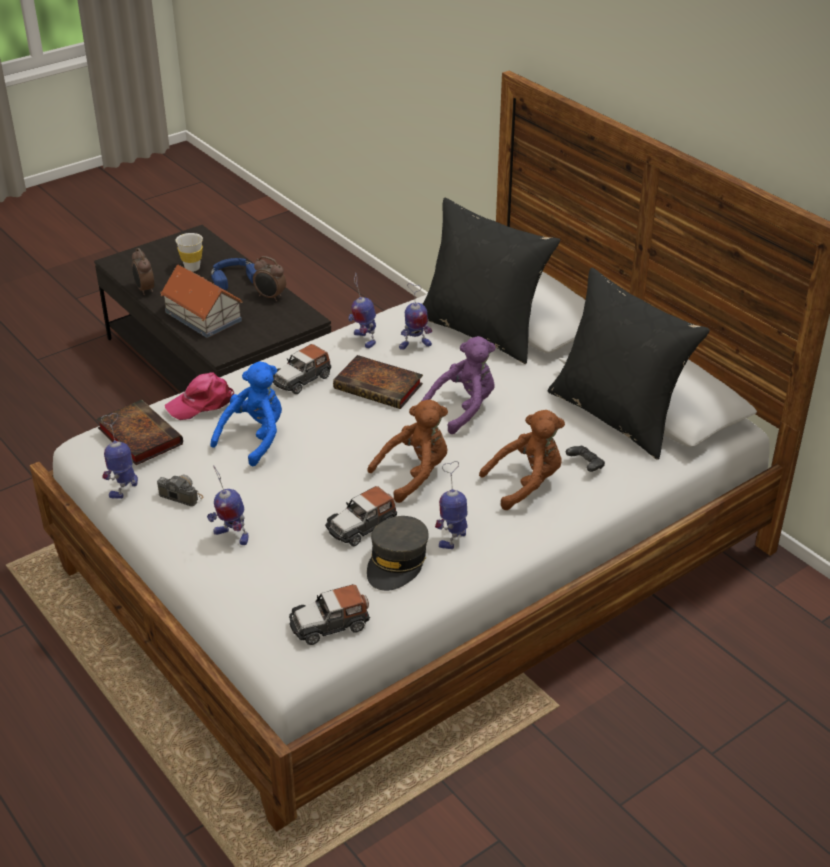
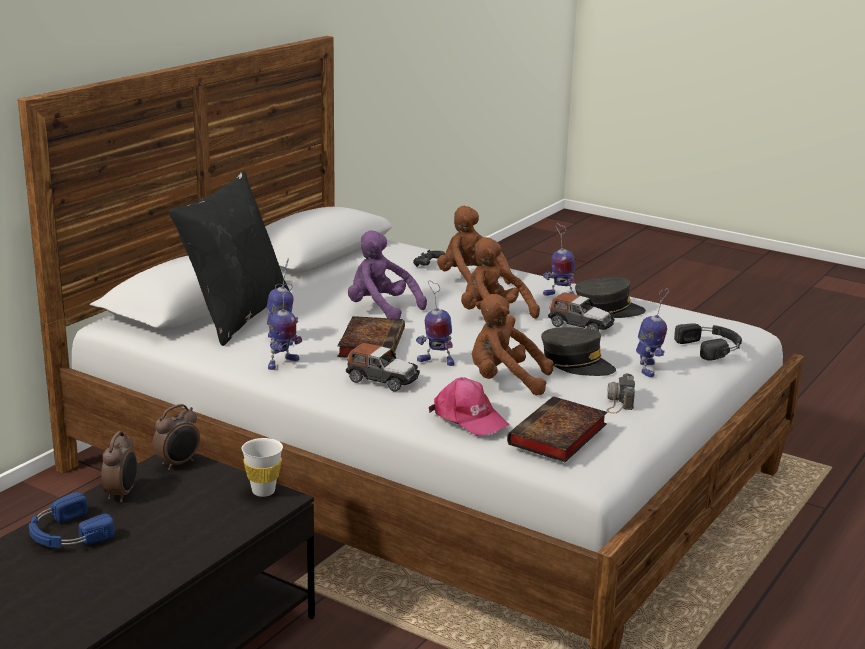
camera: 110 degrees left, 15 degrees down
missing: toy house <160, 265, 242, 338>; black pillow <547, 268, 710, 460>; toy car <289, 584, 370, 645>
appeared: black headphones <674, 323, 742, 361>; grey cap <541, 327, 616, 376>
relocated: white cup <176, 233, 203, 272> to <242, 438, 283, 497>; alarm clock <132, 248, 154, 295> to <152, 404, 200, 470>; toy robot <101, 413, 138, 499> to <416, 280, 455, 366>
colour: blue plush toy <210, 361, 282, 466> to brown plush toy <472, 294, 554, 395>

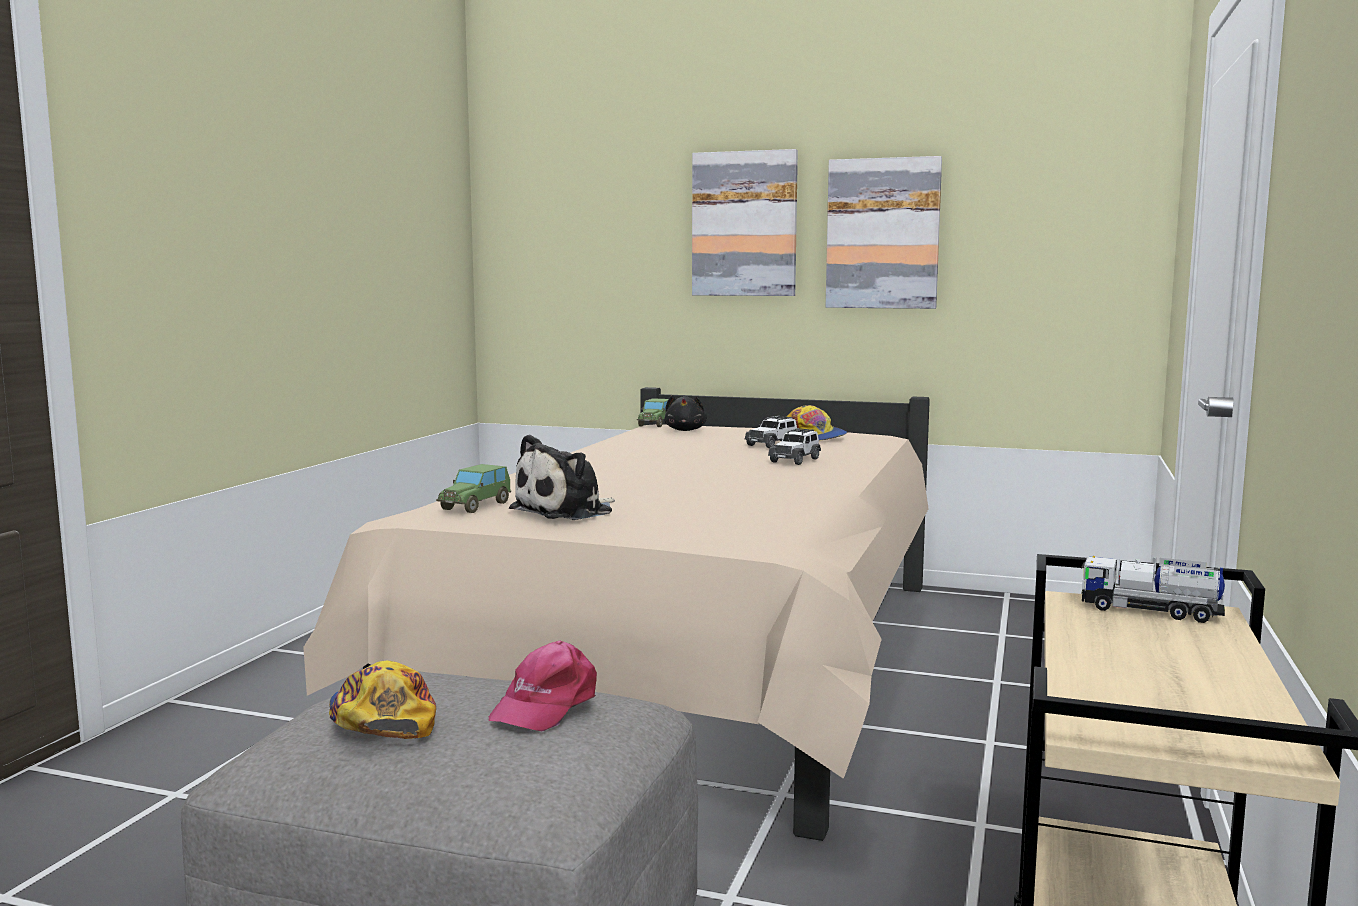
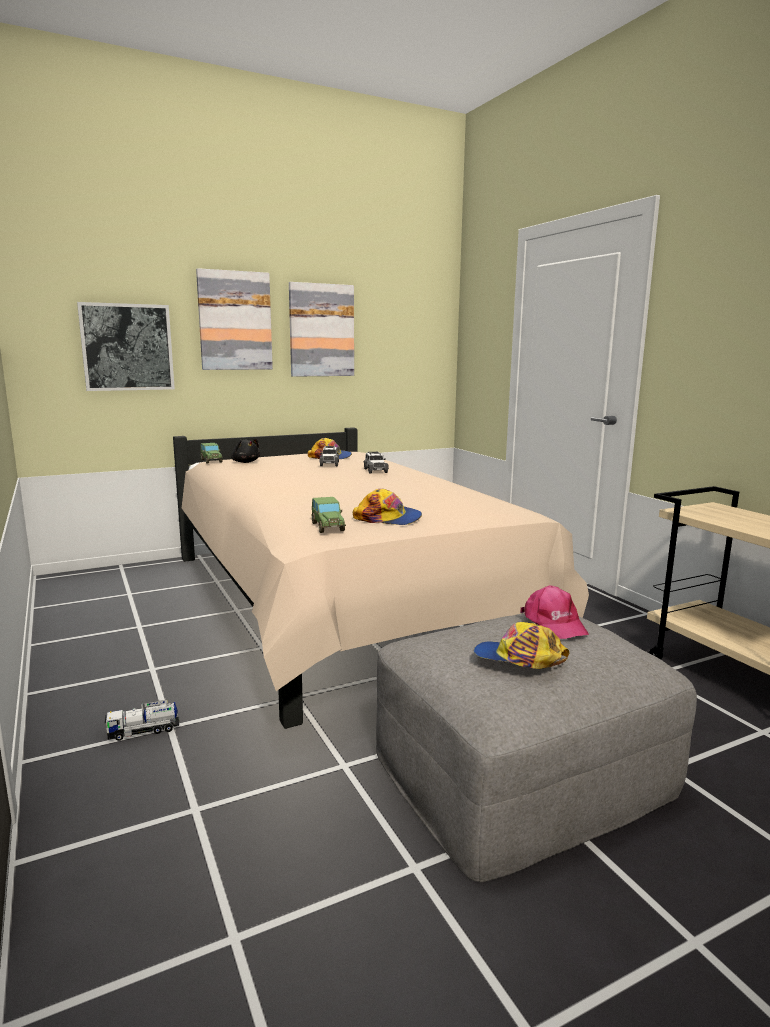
camera: 45 degrees left, 5 degrees up
appeared: picture <77, 302, 175, 391>
relocated: toy truck <1081, 556, 1225, 623> to <105, 700, 179, 741>
exchanged: plush toy <509, 434, 615, 520> to cap <353, 489, 422, 525>

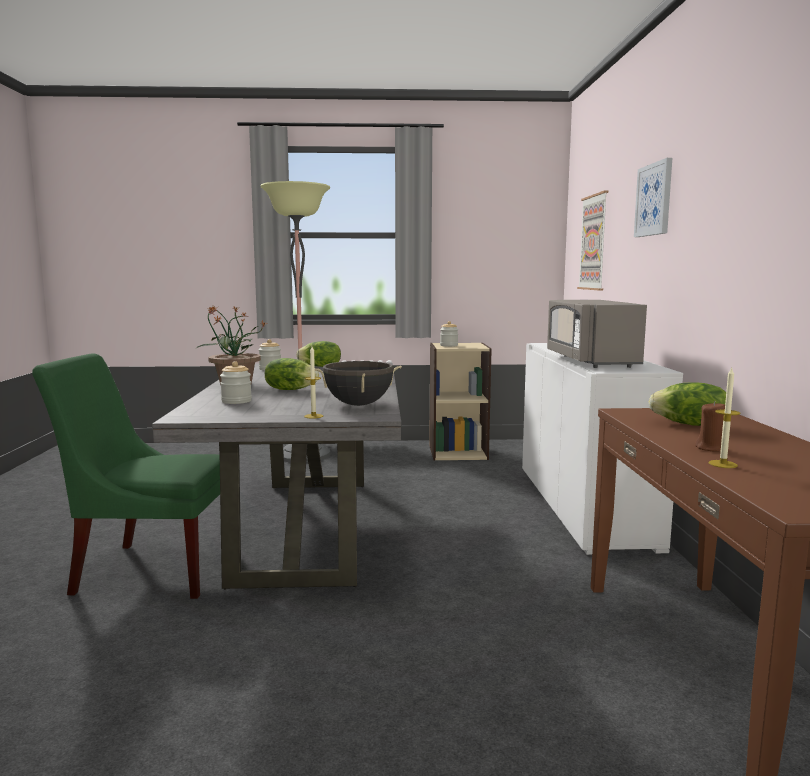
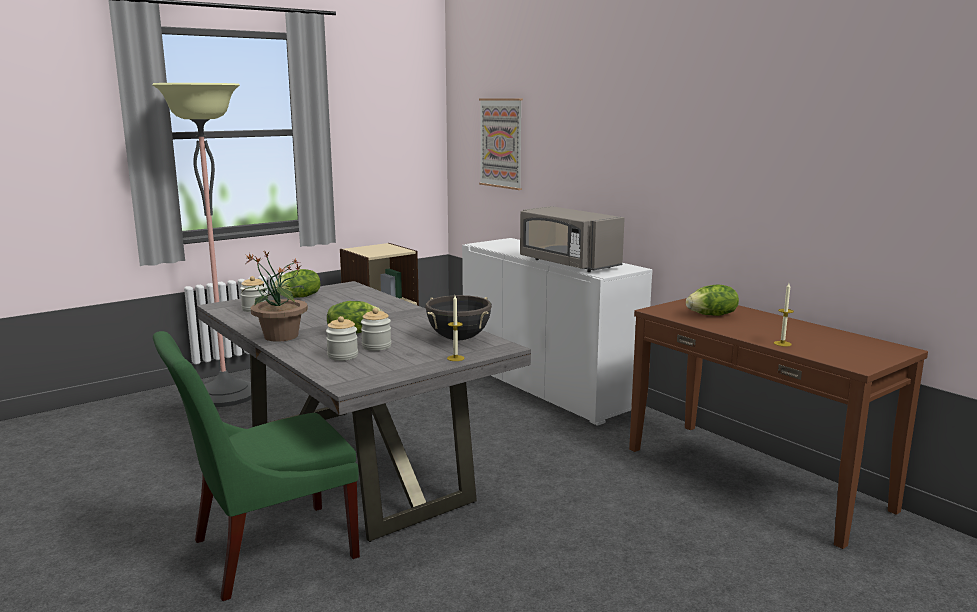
camera: 35 degrees left, 5 degrees up
missing: picture <634, 158, 672, 237>; brown candle <695, 401, 725, 451>
relocated: jar <440, 321, 458, 347> to <361, 308, 391, 351>

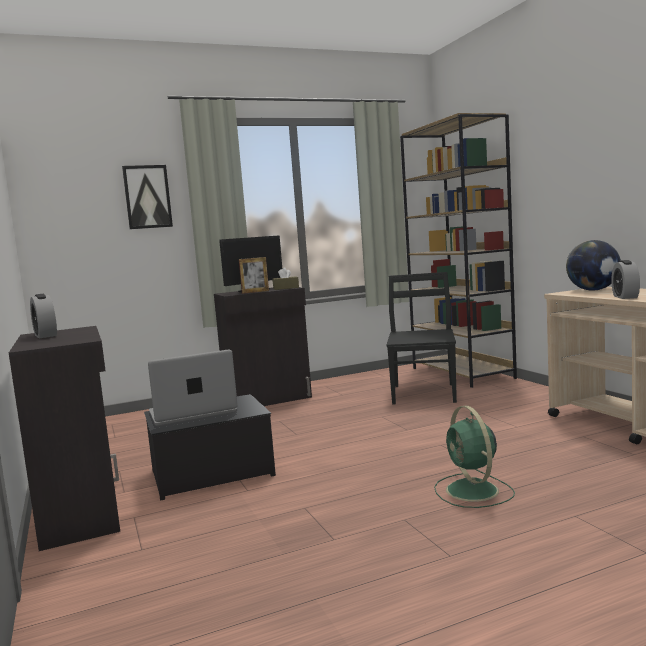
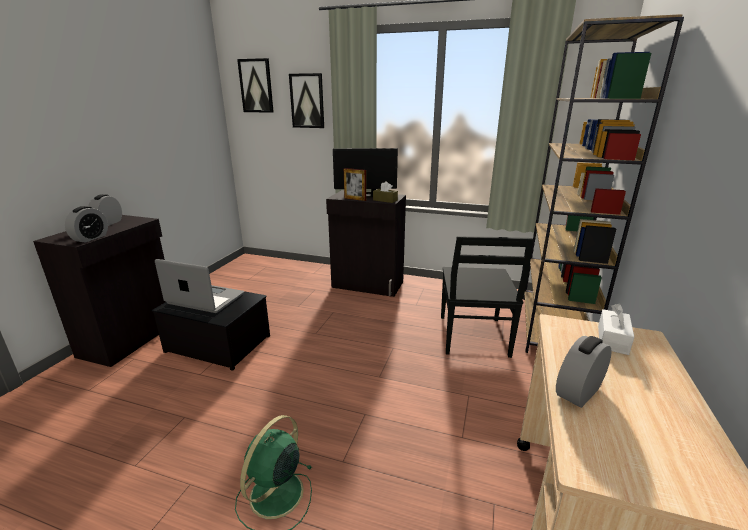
camera: 40 degrees right, 15 degrees up
appeared: picture <237, 58, 274, 113>; alarm clock <65, 206, 108, 243>
exchanged: globe <566, 240, 621, 291> to white tissue box <598, 304, 634, 355>
spun: black chair <387, 272, 457, 405> = <441, 236, 533, 358> 135 degrees clockwise

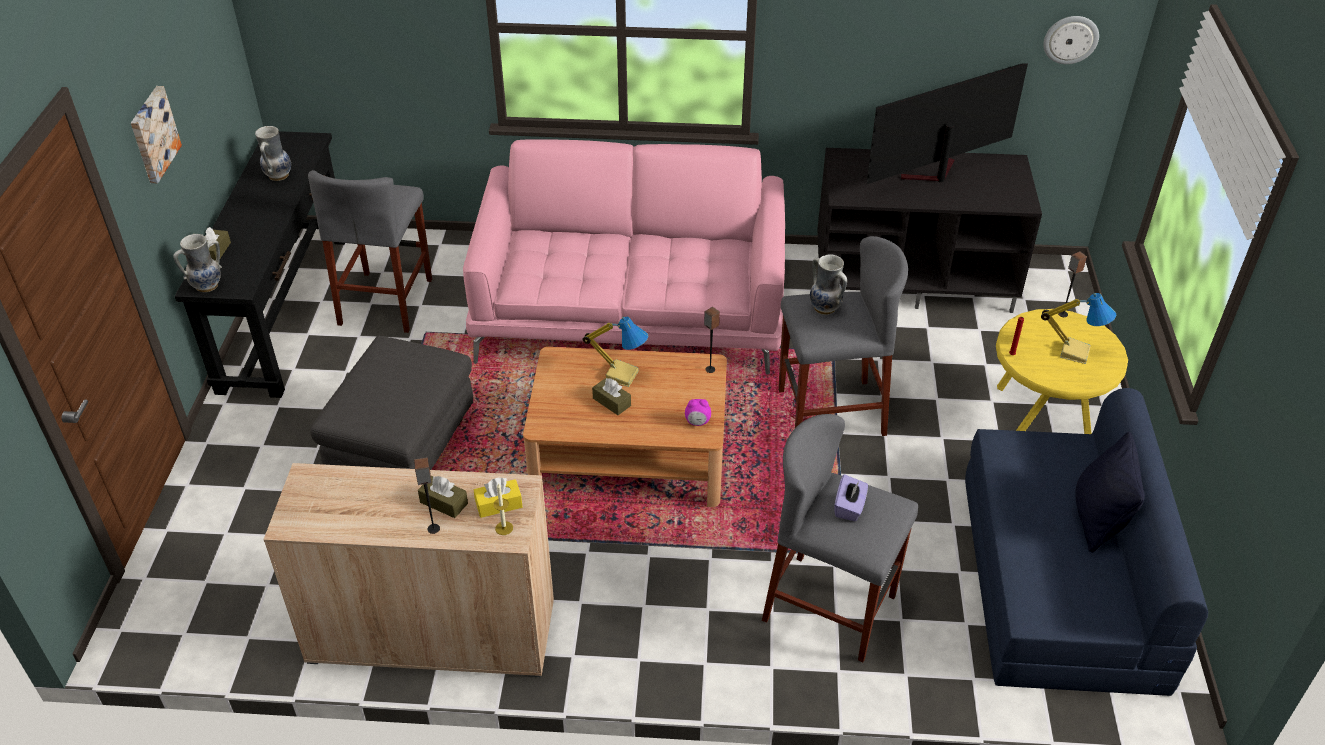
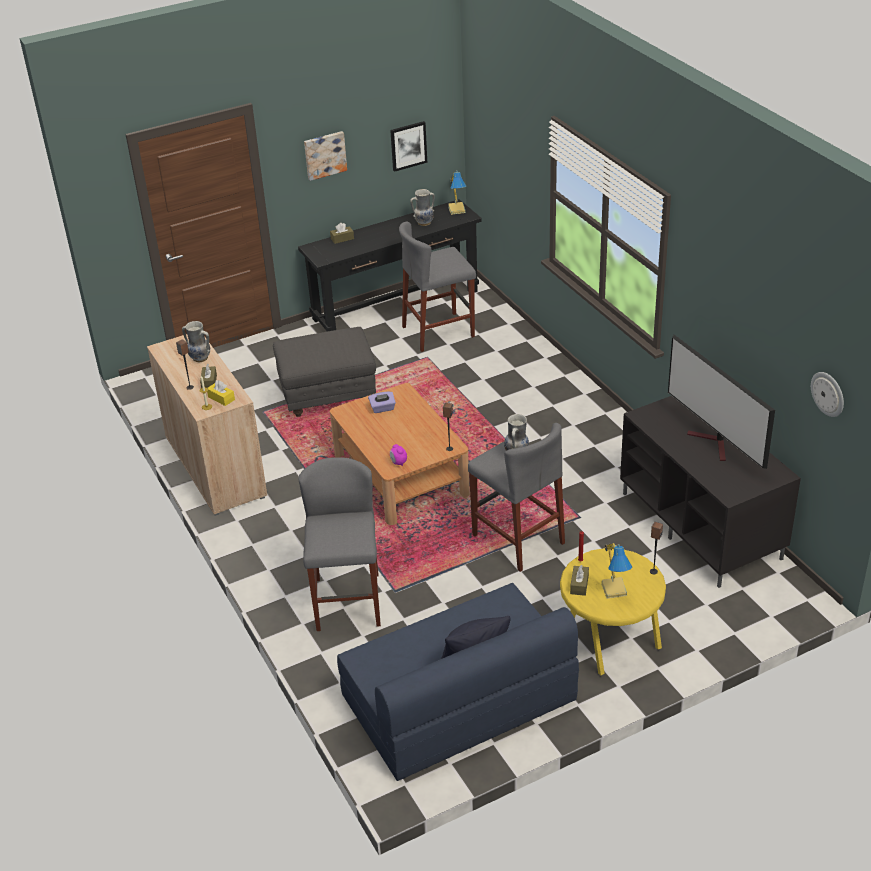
camera: 60 degrees right, 5 degrees down
missing: pink sofa <463, 139, 785, 375>
appeared: picture <390, 121, 427, 172>
relocated: vase <174, 234, 222, 292> to <182, 321, 210, 362>; table lamp <582, 316, 648, 387> to <448, 170, 467, 215>; brown tissue box <592, 378, 631, 415> to <570, 565, 589, 596>; purple tissue box <834, 474, 868, 521> to <368, 392, 396, 413>
spun: television <867, 63, 1028, 184> = <668, 335, 775, 469> 150 degrees counterclockwise

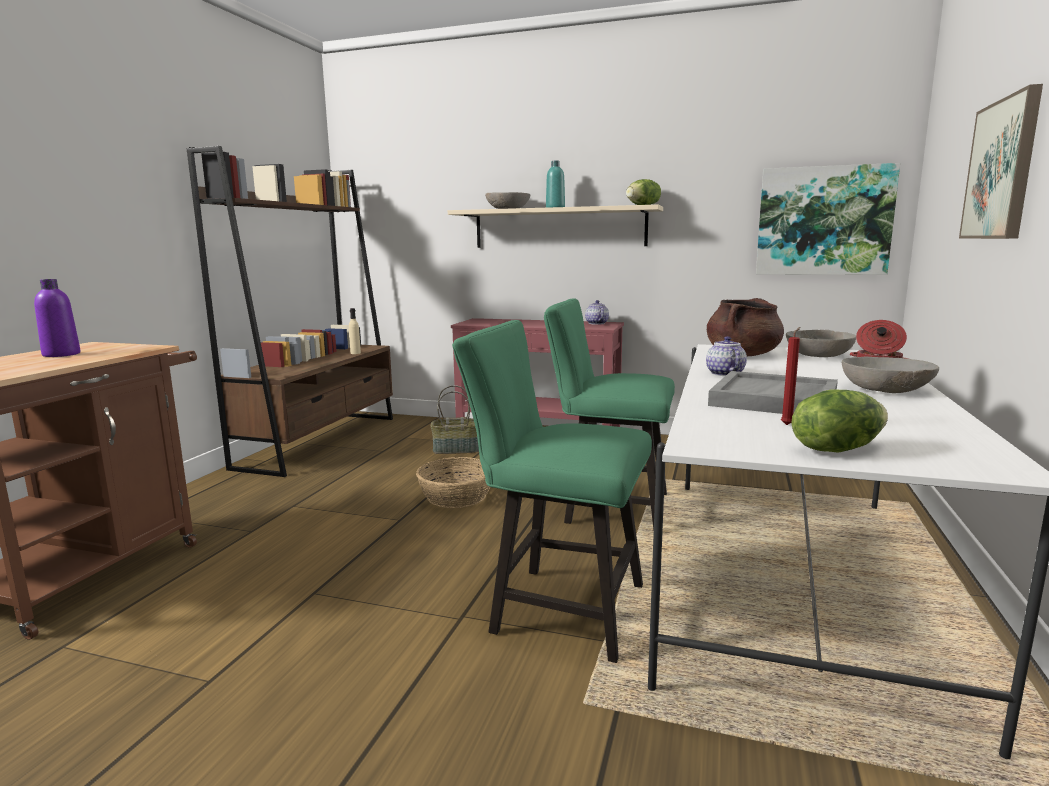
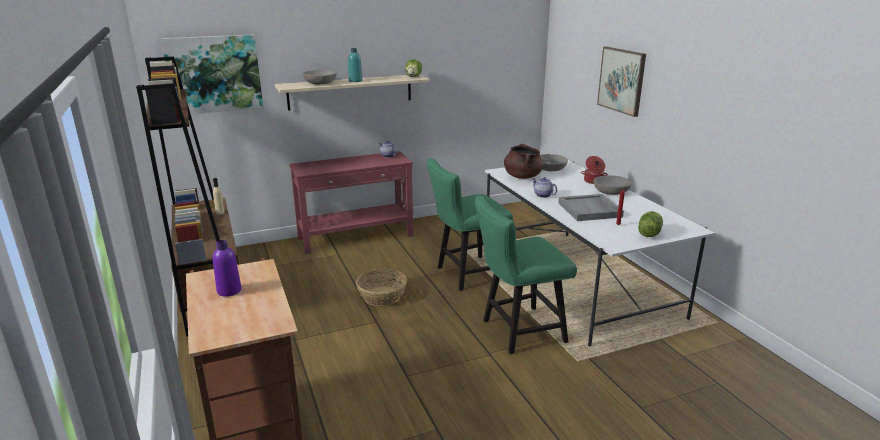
camera: 40 degrees left, 10 degrees up
missing: basket <431, 385, 479, 454>
relocated: picture <756, 163, 900, 275> to <161, 35, 263, 114>

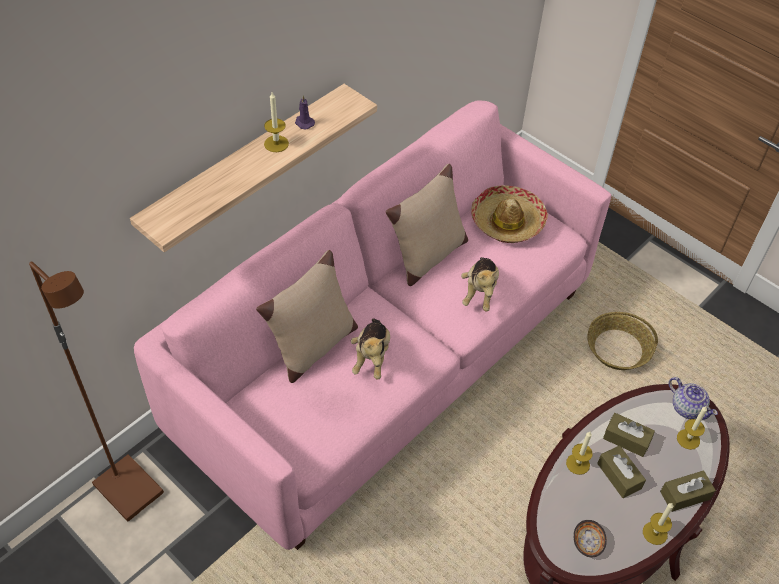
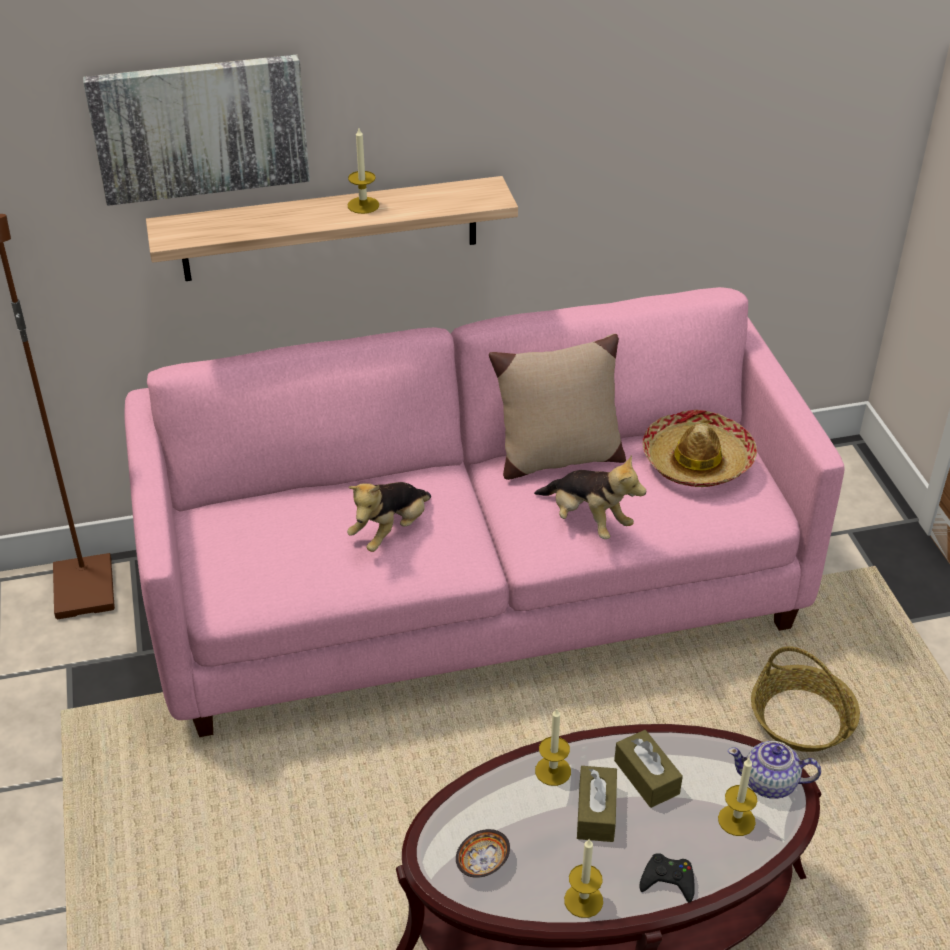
camera: 35 degrees right, 10 degrees down
missing: purple candle <295, 95, 315, 129>; beige pillow <256, 250, 358, 383>
appeared: picture <83, 55, 310, 206>
exchanged: brown tissue box <660, 471, 716, 512> to black game controller <639, 853, 695, 903>
spun: plush toy <461, 257, 499, 312> = <534, 455, 646, 539> 90 degrees counterclockwise; teapot <669, 377, 718, 420> = <728, 741, 821, 799> 105 degrees clockwise

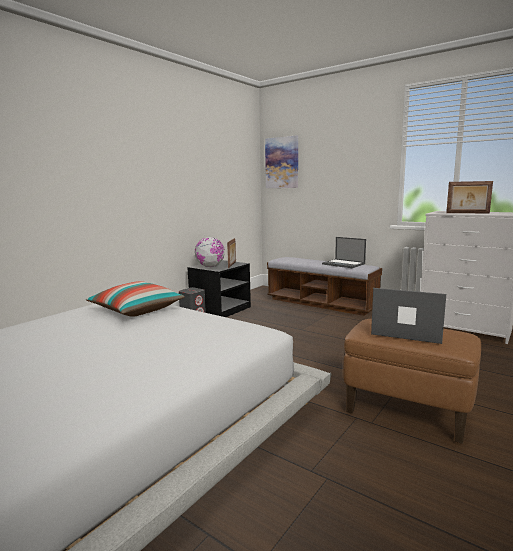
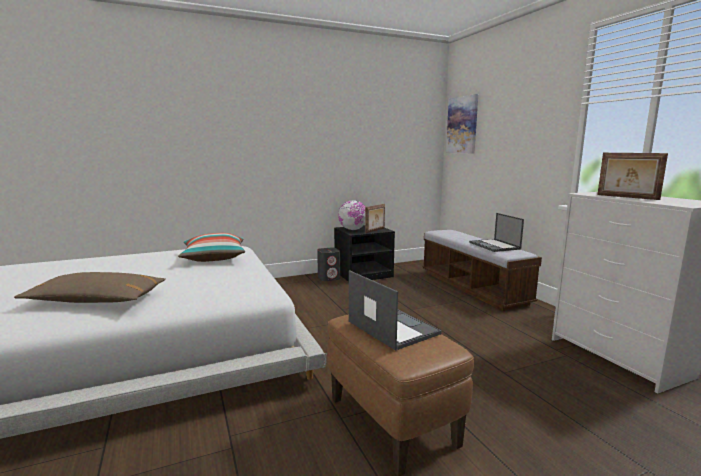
camera: 30 degrees right, 0 degrees up
appeared: brown pillow <14, 272, 166, 303>

